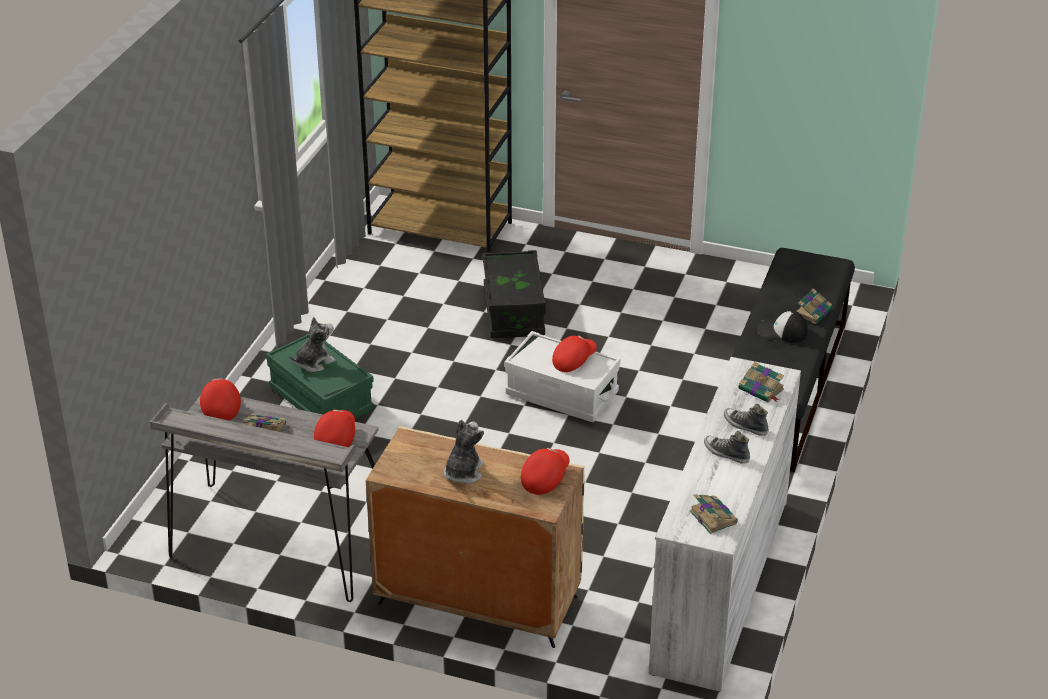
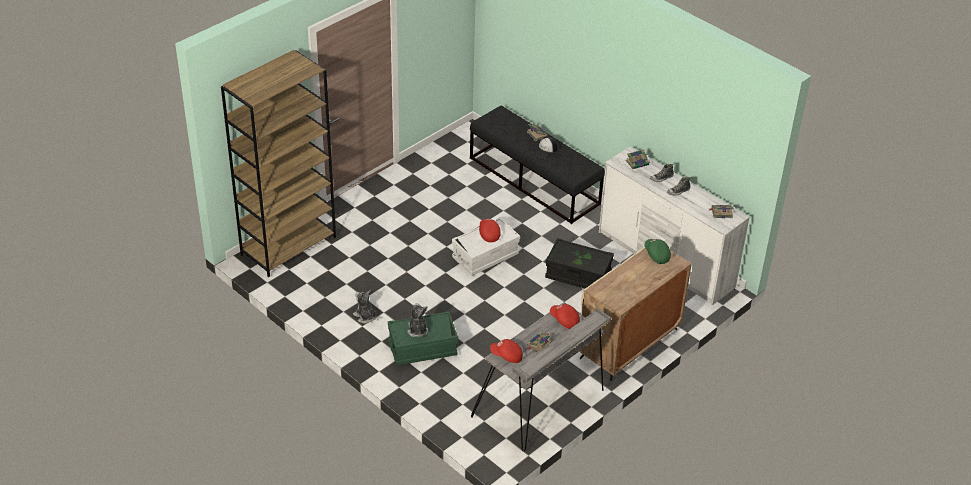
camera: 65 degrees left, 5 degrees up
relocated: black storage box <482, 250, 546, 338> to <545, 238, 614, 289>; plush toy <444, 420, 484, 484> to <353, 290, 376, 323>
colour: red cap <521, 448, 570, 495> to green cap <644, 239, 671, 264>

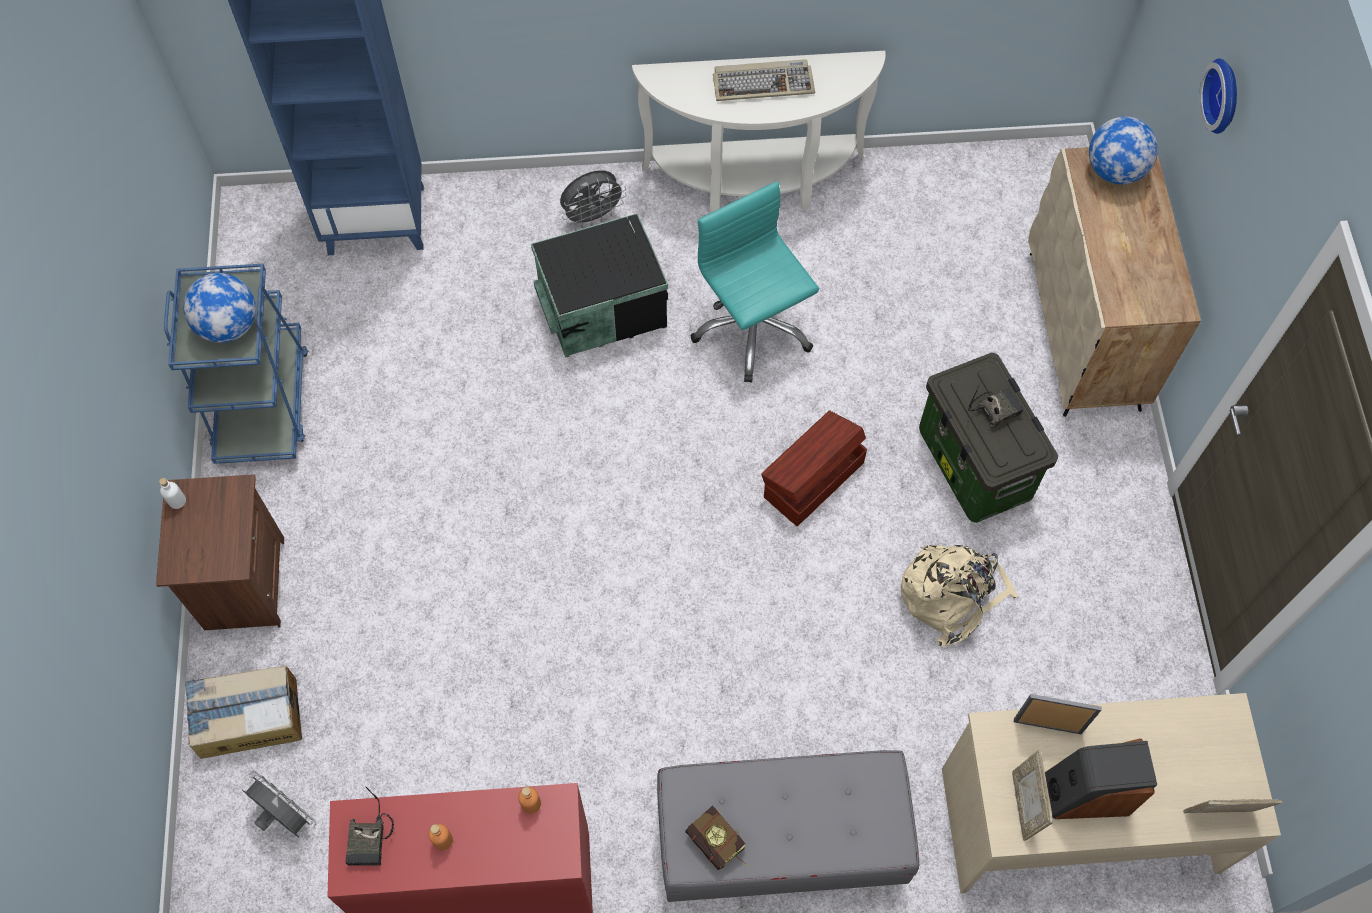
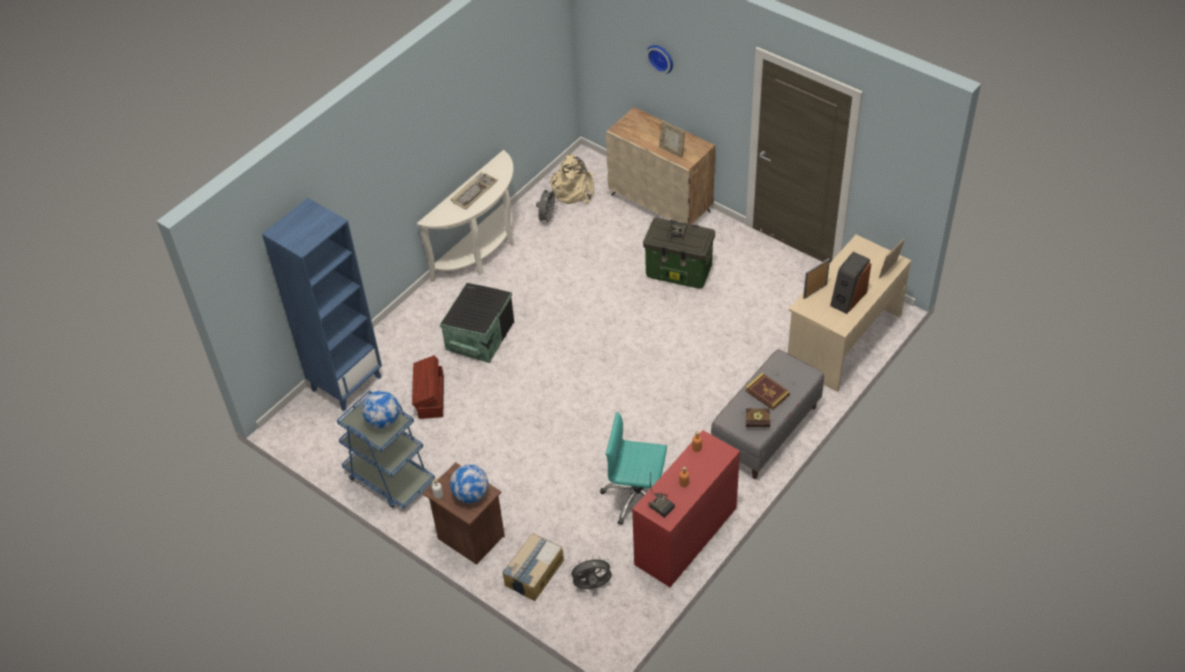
camera: 45 degrees left, 15 degrees down
appeared: book <745, 373, 790, 410>
relocated: globe <1089, 116, 1158, 184> to <450, 464, 488, 503>; grey fan <560, 170, 627, 228> to <536, 189, 558, 224>; turquoise office chair <690, 181, 819, 382> to <600, 412, 667, 525>; brown storage box <761, 410, 867, 526> to <412, 355, 444, 419>; beige backpack <901, 545, 1019, 646> to <549, 154, 595, 204>; picture frame <1012, 750, 1053, 841> to <659, 120, 685, 158>

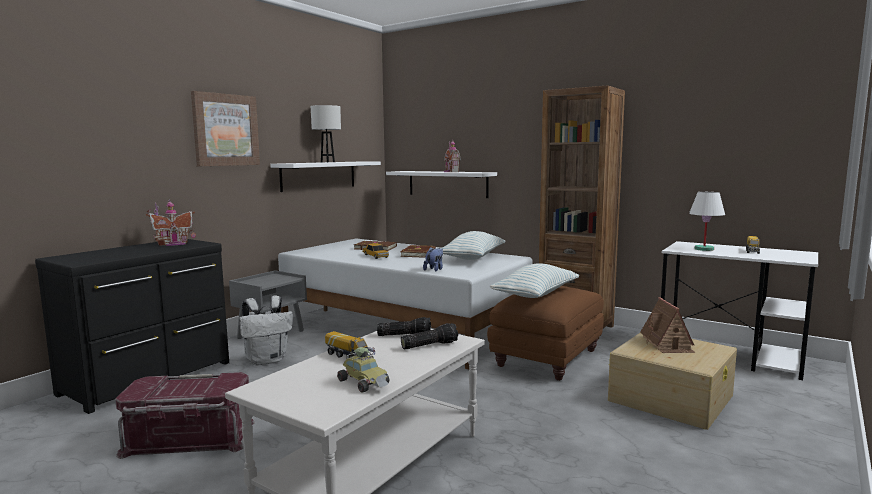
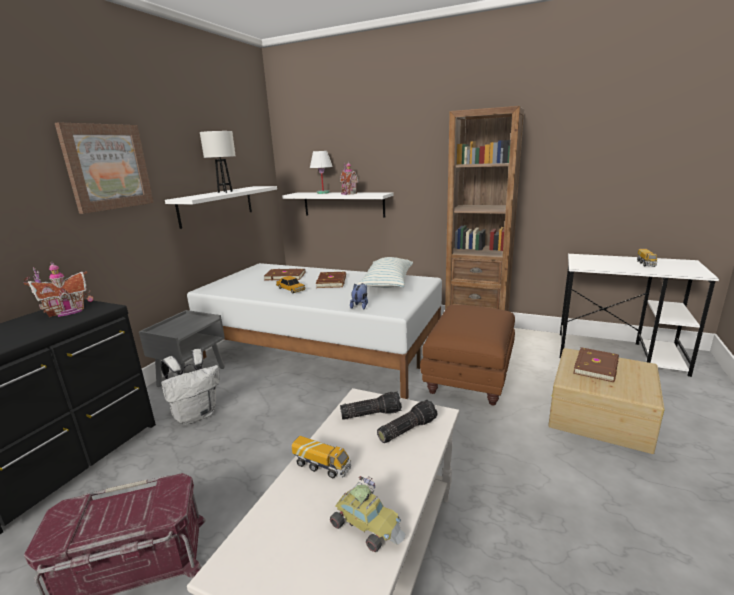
camera: 10 degrees left, 10 degrees up
missing: pillow <490, 263, 579, 298>
relocated: white table lamp <689, 192, 725, 251> to <310, 151, 333, 194>
exchanged: toy house <640, 297, 695, 353> to brown book <573, 347, 619, 382>

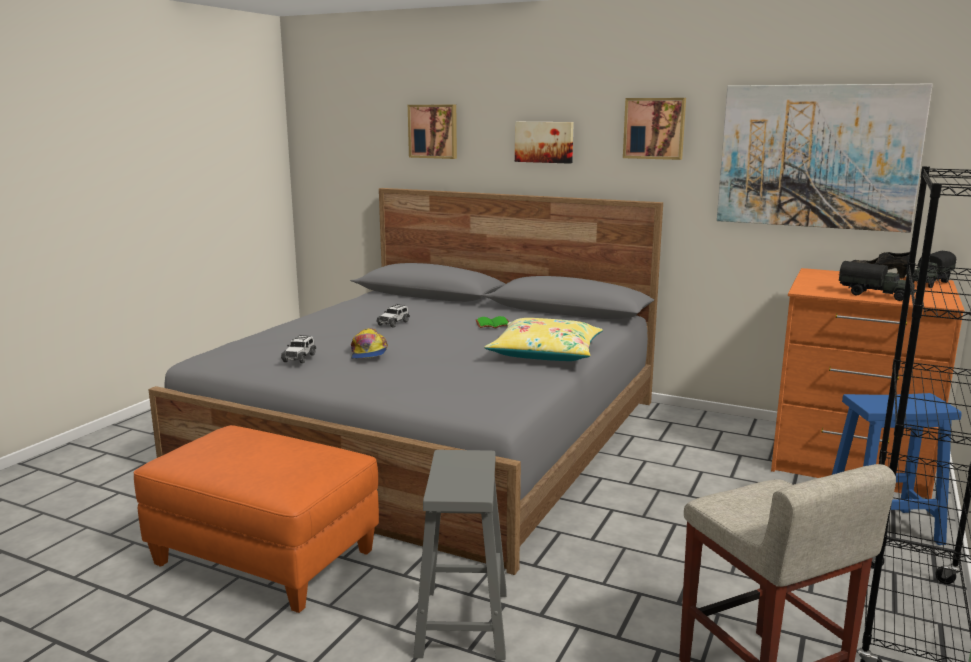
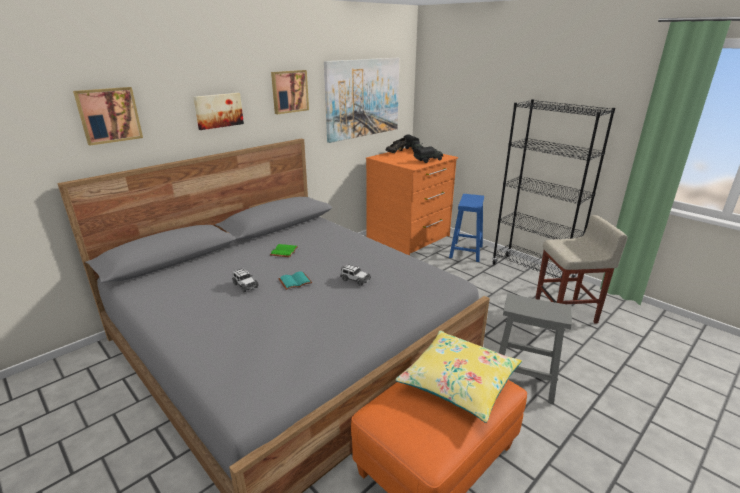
camera: 70 degrees left, 10 degrees up
missing: cap <351, 328, 388, 359>
appeared: turquoise book <278, 272, 312, 290>
relocated: yellow pillow <484, 318, 603, 361> to <395, 330, 522, 423>; toy car <281, 335, 316, 363> to <340, 264, 371, 286>

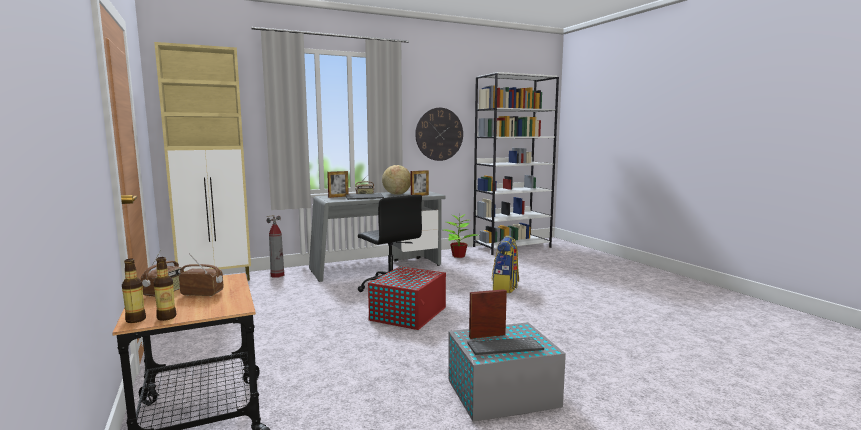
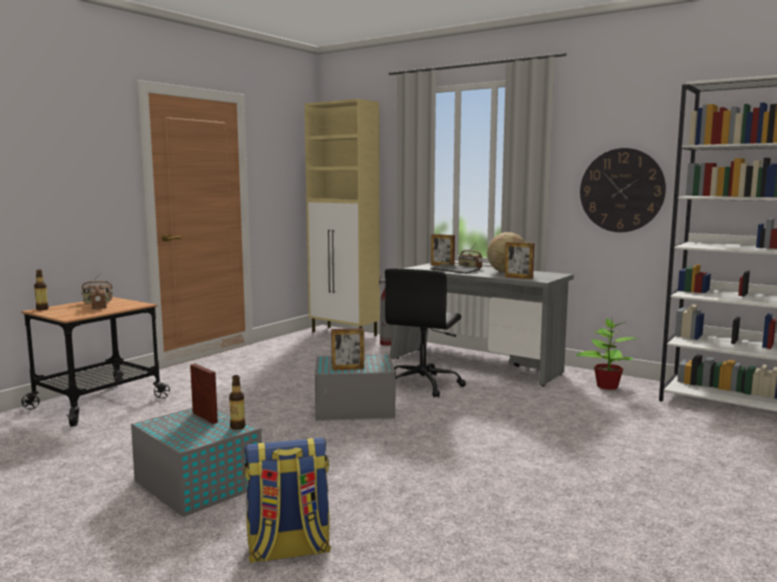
camera: 60 degrees right, 0 degrees up
missing: keyboard <468, 337, 544, 355>
appeared: picture frame <331, 328, 364, 370>
relocated: backpack <492, 236, 519, 293> to <244, 437, 331, 563>; bottle <154, 257, 177, 321> to <229, 375, 245, 430>
colour: red storage box <368, 266, 446, 330> to grey storage box <315, 355, 396, 421>

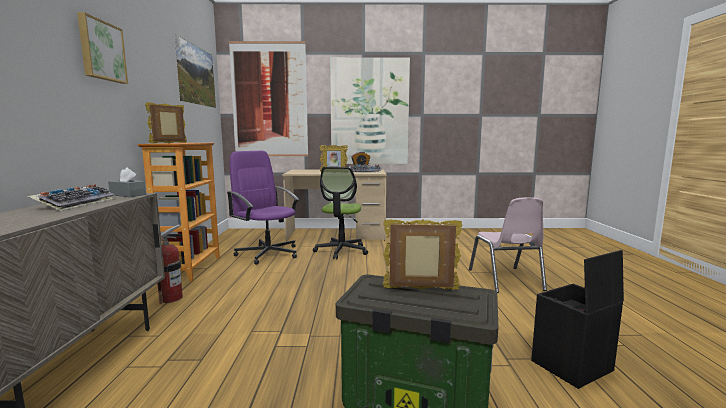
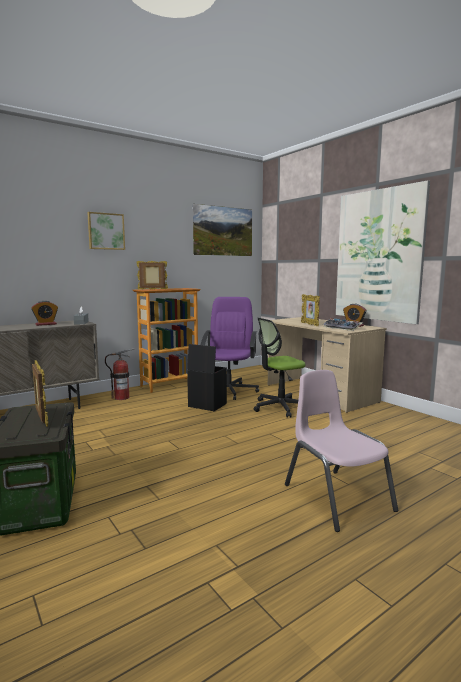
camera: 55 degrees right, 0 degrees up
missing: picture <229, 41, 308, 156>
relocated: black storage box <531, 250, 624, 389> to <187, 344, 227, 411>
exchanged: keyboard <27, 184, 115, 211> to alarm clock <31, 301, 58, 326>
spun: pink chair <469, 197, 547, 293> = <285, 370, 398, 532> 105 degrees clockwise

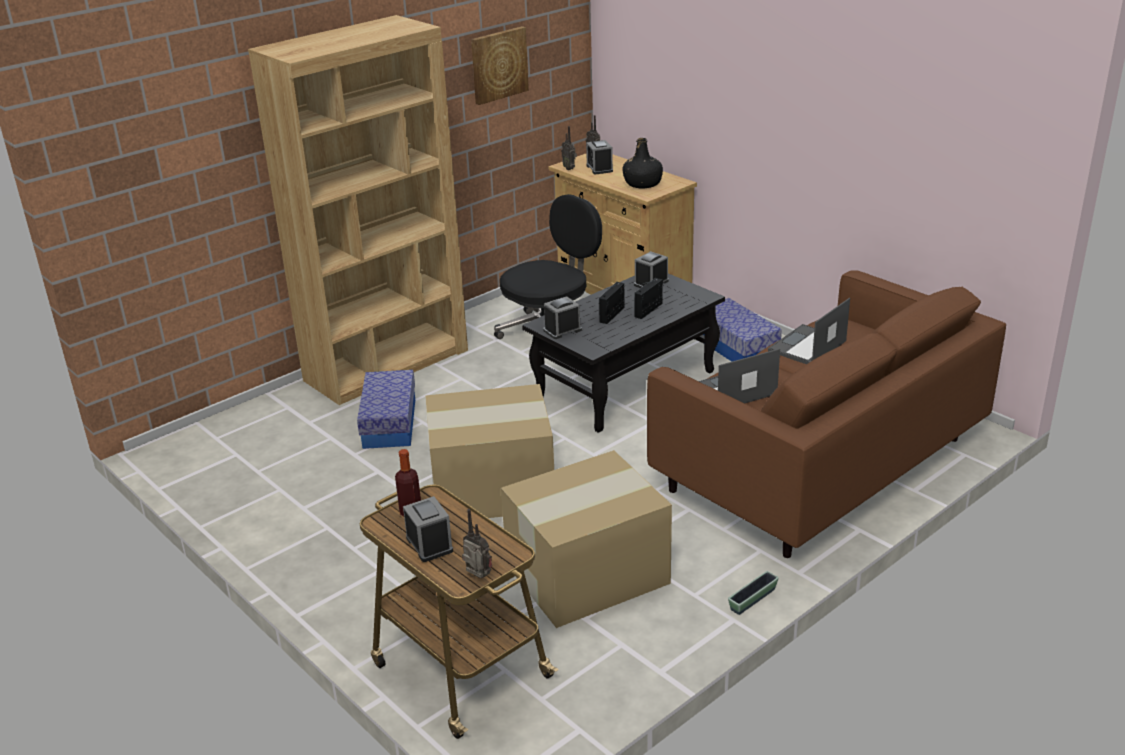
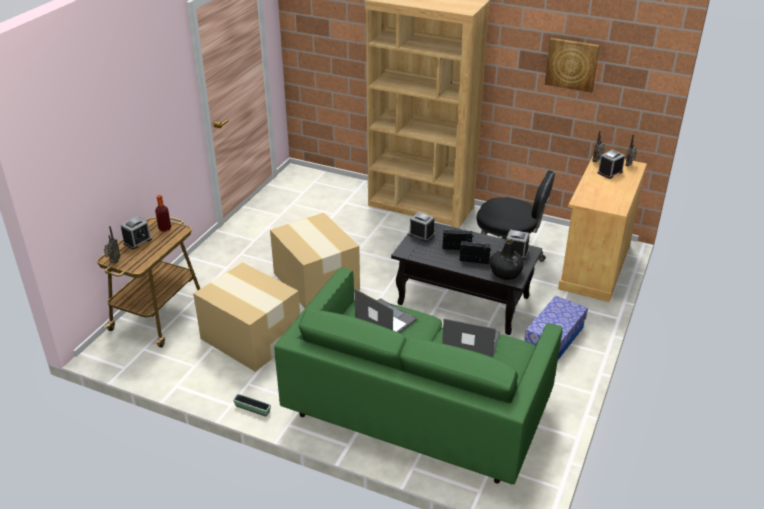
camera: 65 degrees right, 5 degrees up
missing: storage box <357, 370, 415, 449>
relocated: black bottle <622, 138, 663, 188> to <490, 238, 524, 280>
colour: brown sofa <647, 270, 1006, 558> to green sofa <274, 268, 563, 484>

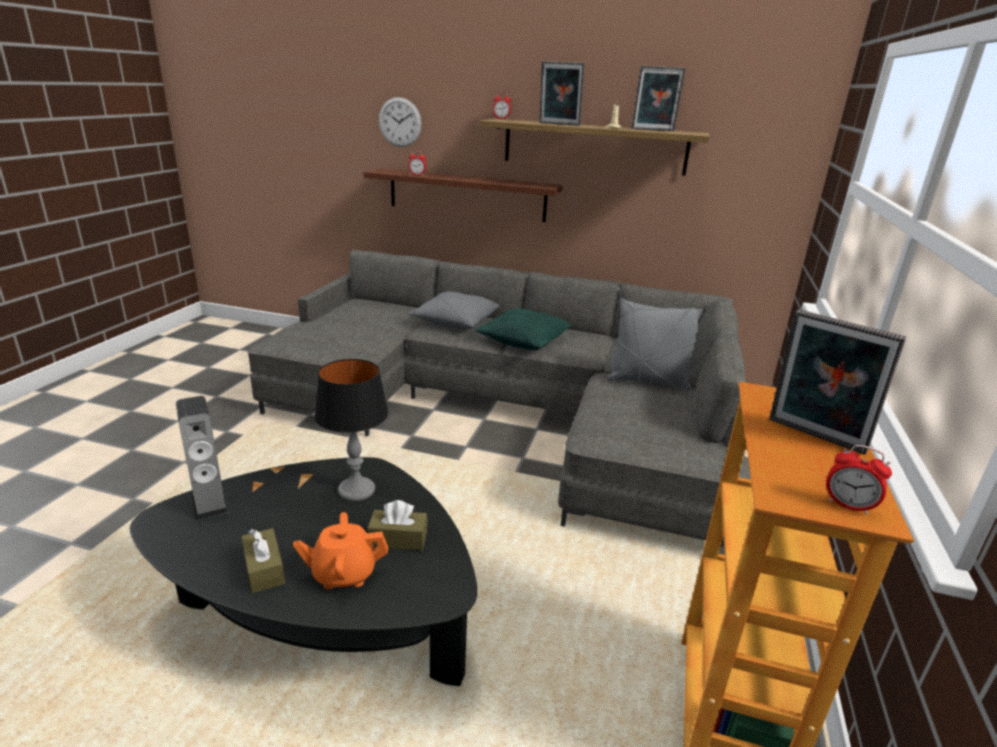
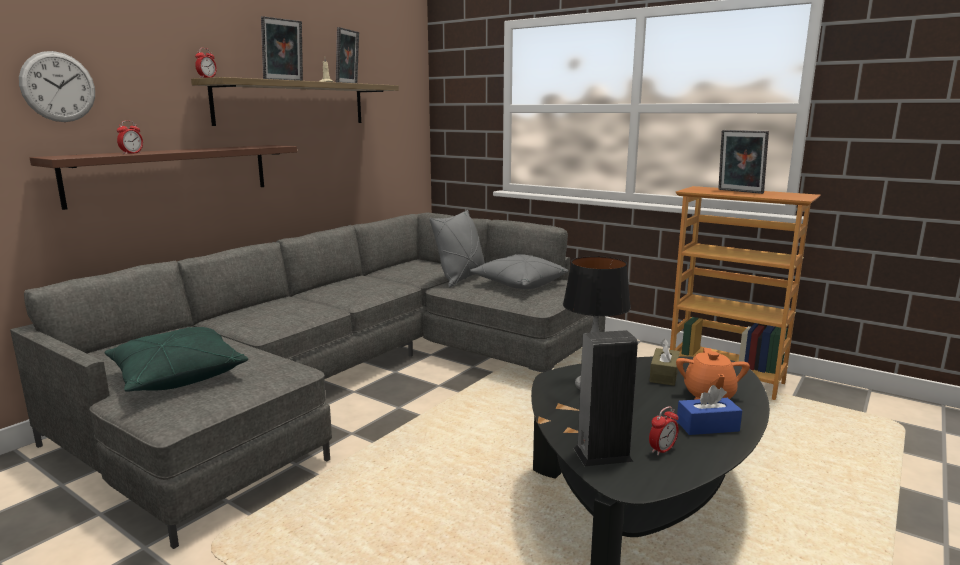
camera: 70 degrees left, 10 degrees down
relocated: grey pillow <409, 291, 500, 329> to <470, 254, 568, 289>; green pillow <475, 308, 574, 350> to <104, 327, 248, 392>; alarm clock <826, 445, 892, 515> to <649, 406, 679, 455>
colour: brown tissue box <241, 528, 285, 593> to blue tissue box <677, 385, 742, 435>
spun: picture frame <770, 309, 906, 455> = <718, 130, 769, 194> 75 degrees clockwise

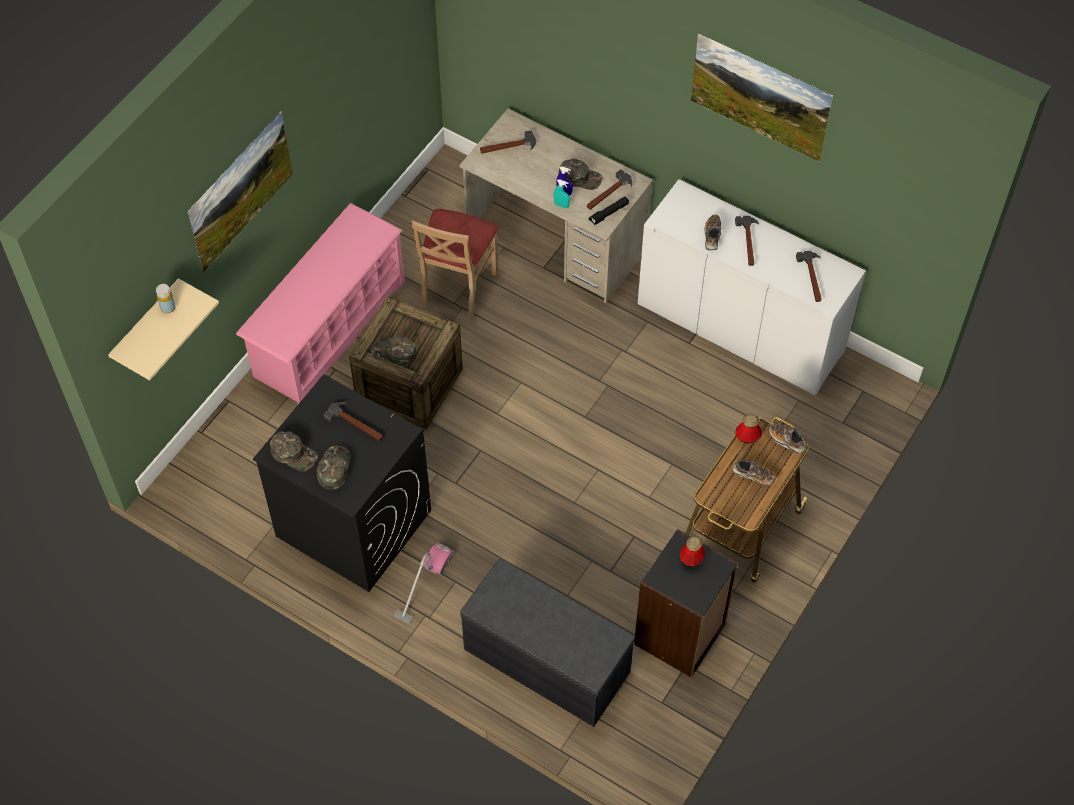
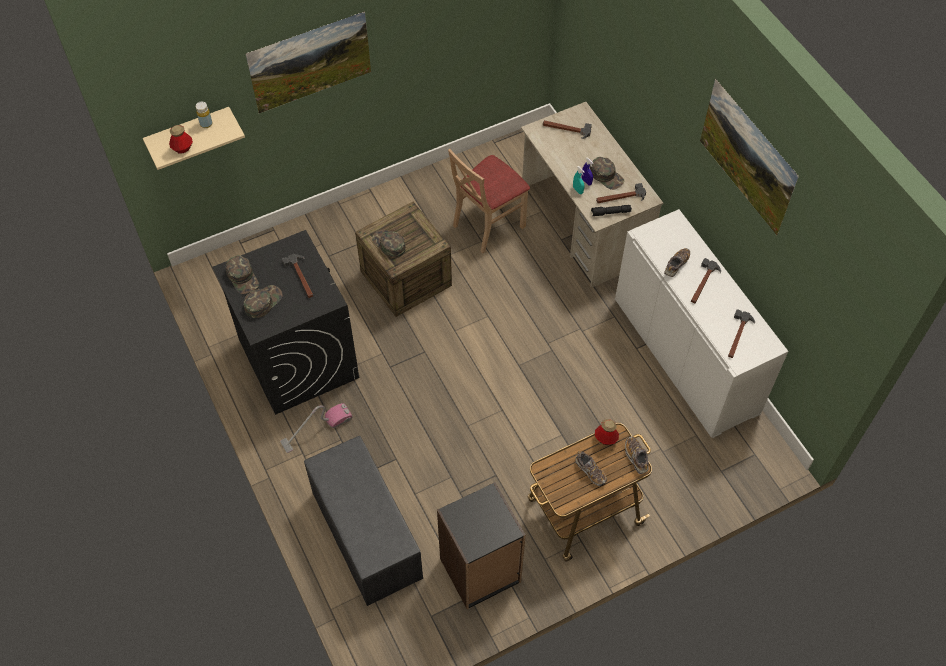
camera: 30 degrees right, 0 degrees up
missing: pink shoe rack <236, 203, 405, 404>
relocated: bottle <680, 536, 705, 566> to <169, 125, 193, 153>

